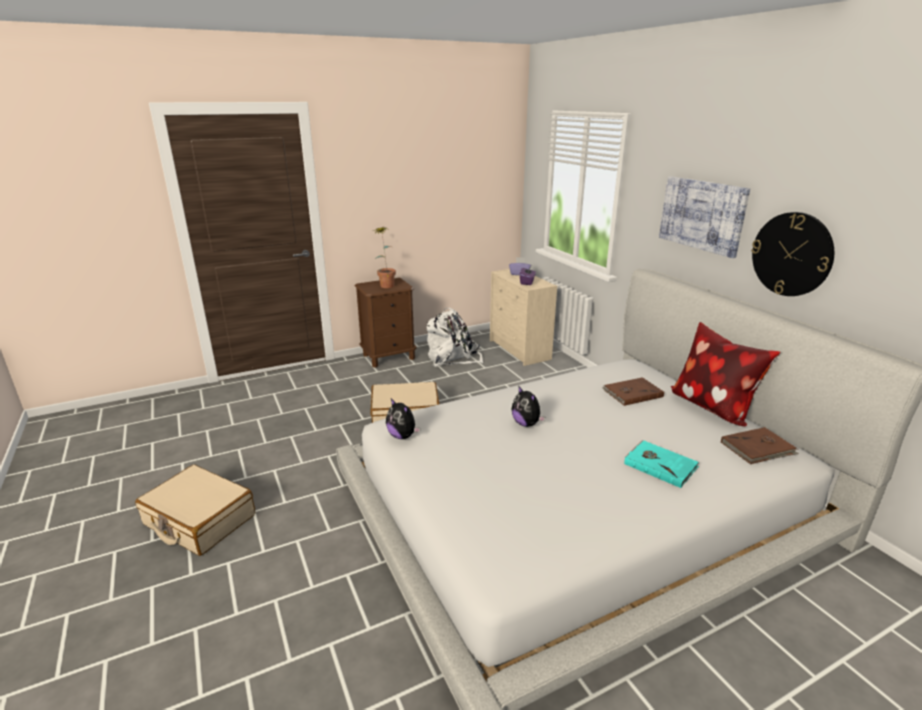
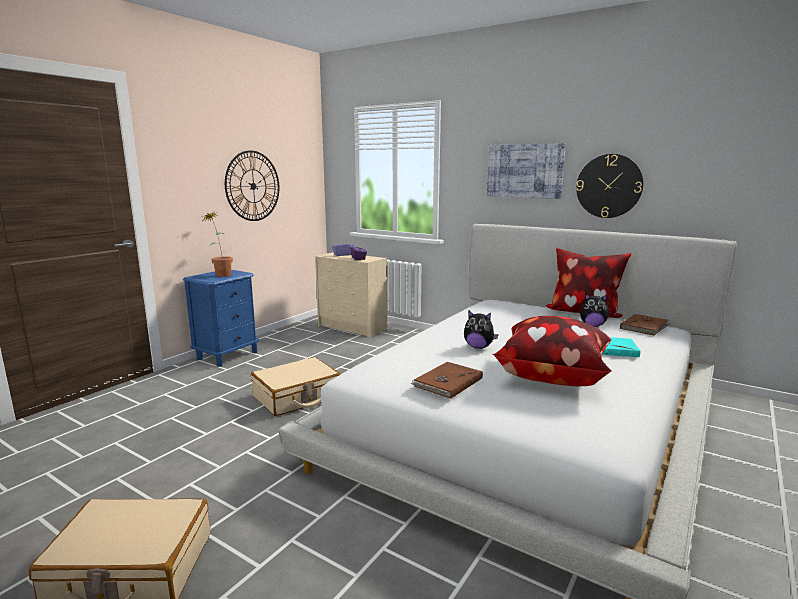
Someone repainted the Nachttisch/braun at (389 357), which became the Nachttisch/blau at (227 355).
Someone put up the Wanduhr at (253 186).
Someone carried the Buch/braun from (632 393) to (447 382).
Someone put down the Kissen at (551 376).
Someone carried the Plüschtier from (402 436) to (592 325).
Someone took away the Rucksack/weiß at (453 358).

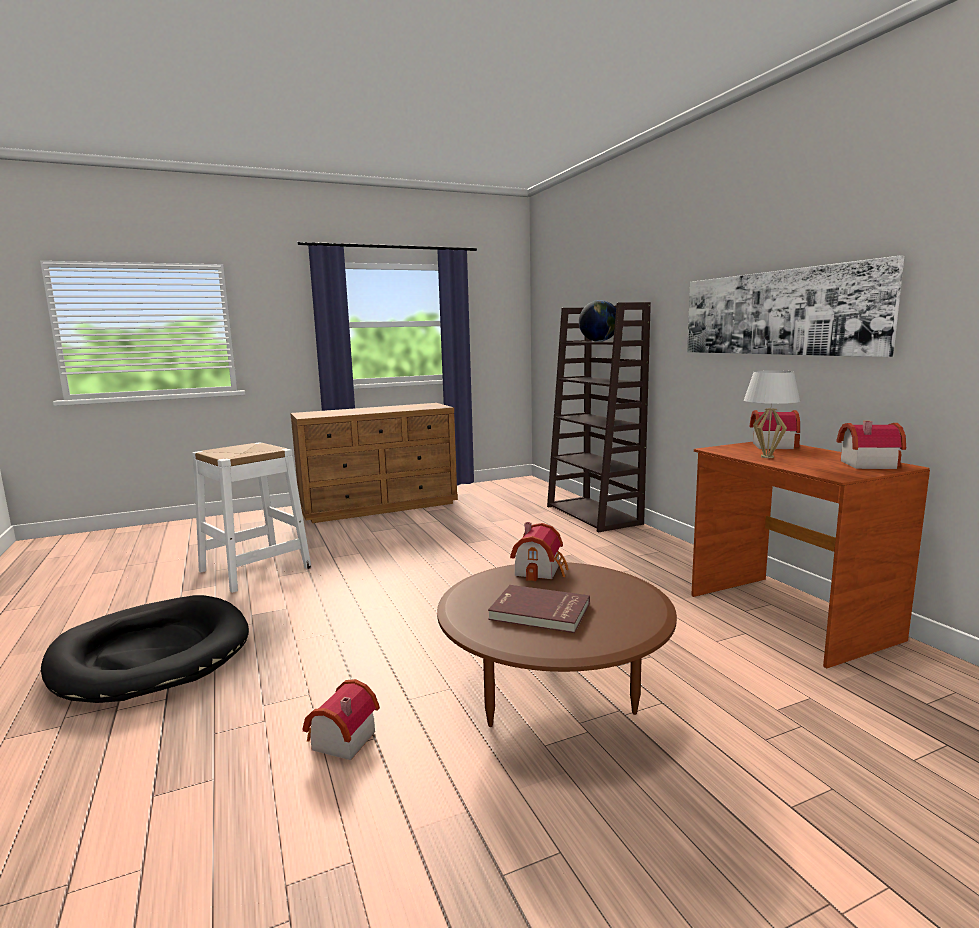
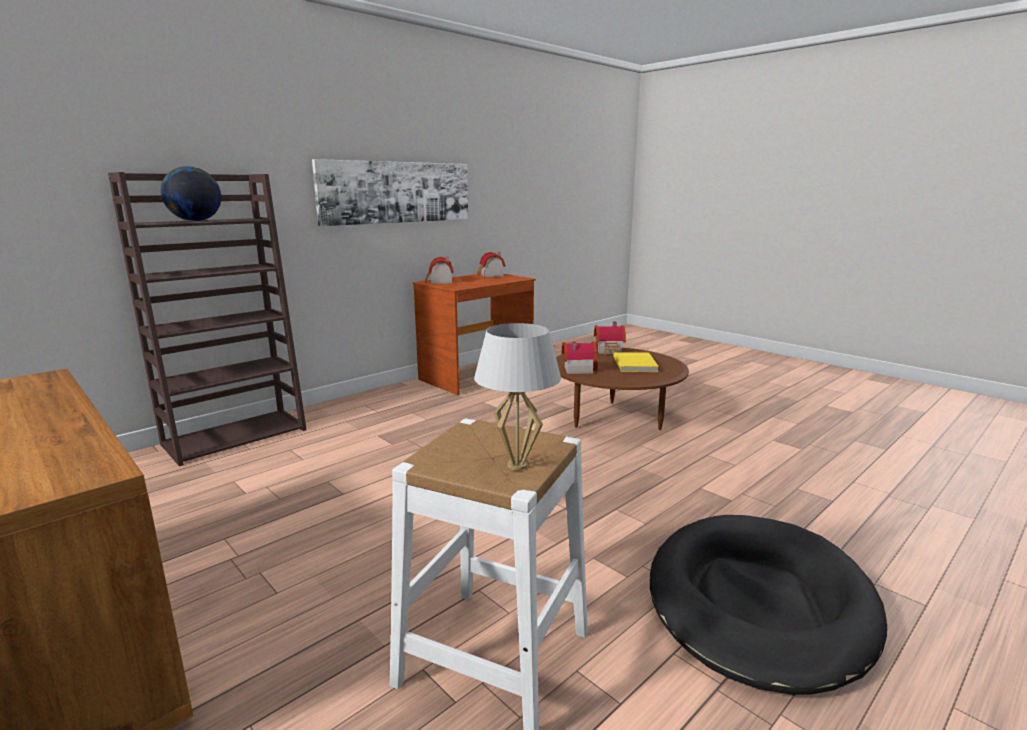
Someone carried the Tischlampe/weiß from (767 457) to (517 465).
Someone carried the Spielzeughaus from (339 741) to (609 351).
Someone repainted the Buch/rot at (539 612), which became the Buch/gelb at (636 364).

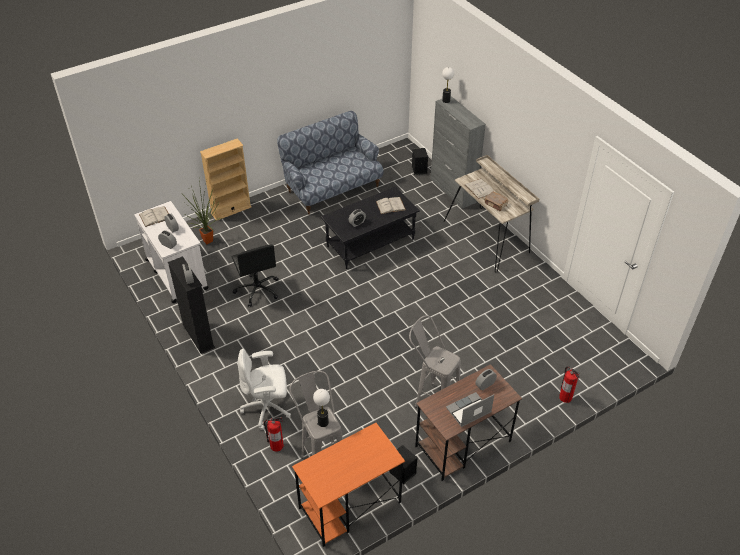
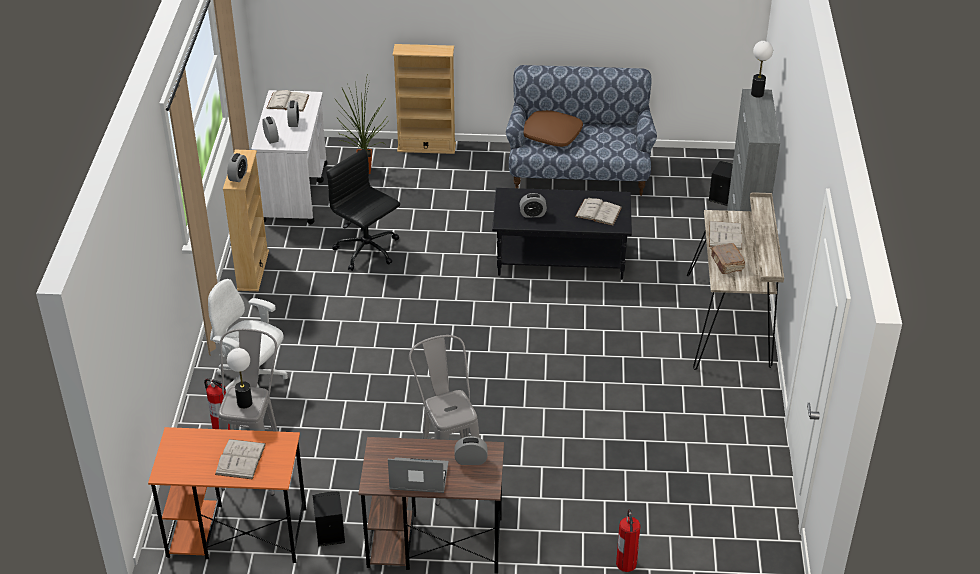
Someone put down the Buch/weiß at (240 459).
Someone repainted the Bücherregal/schwarz at (198 336), which became the Bücherregal/beige at (253 270).
Someone rotated the Bürostuhl/schwarz at (257 290) by 120 degrees clockwise.
Someone put down the Kissen/braun at (552 134).

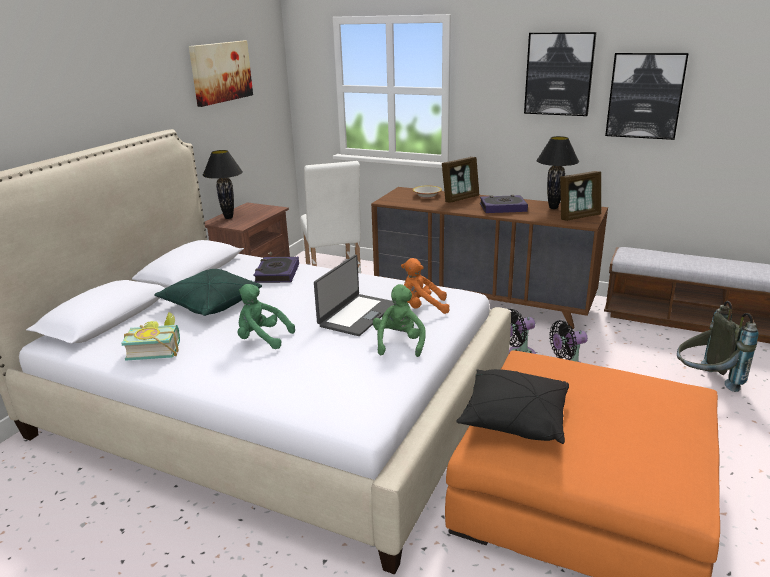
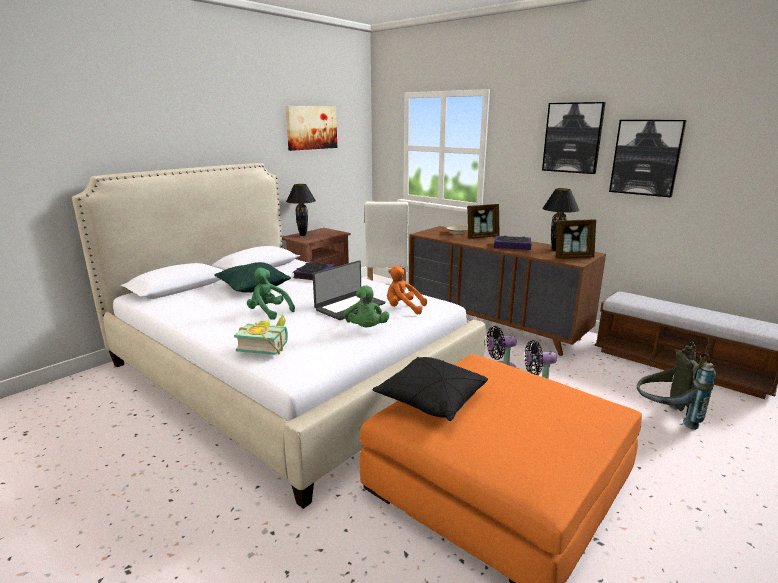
Someone carried the Buch from (156 349) to (265 346).
Someone rotated the Plüschtier/grün at (399 343) by 150 degrees clockwise.

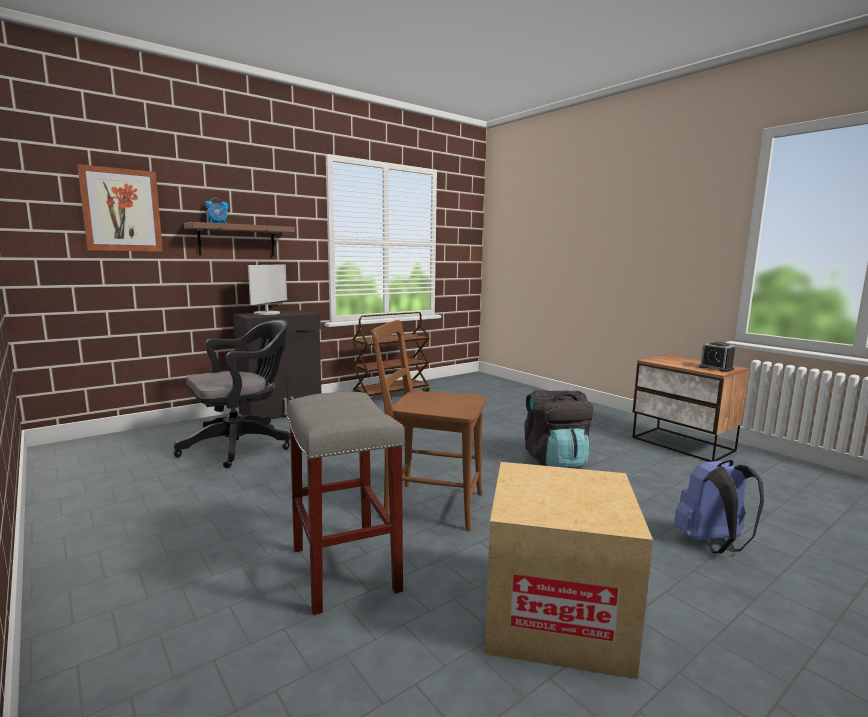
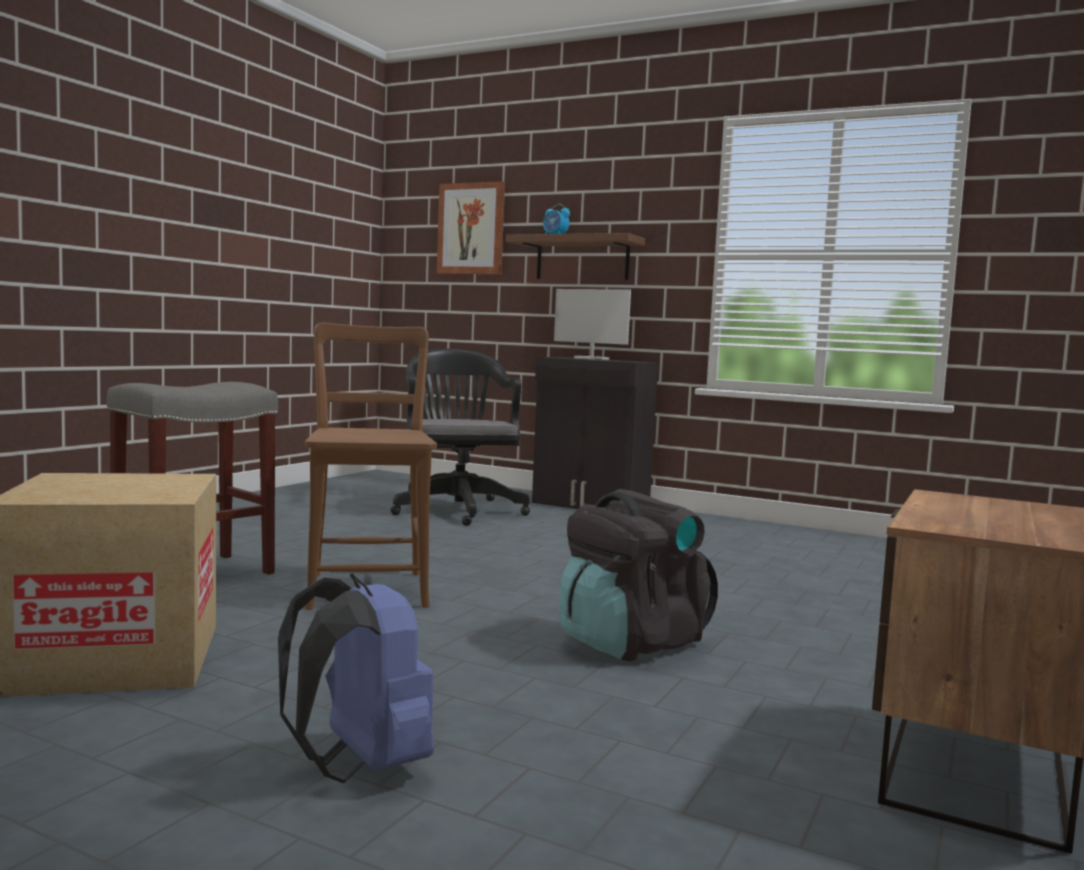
Someone rotated the Bürostuhl/schwarz at (242 445) by 135 degrees counterclockwise.
Someone rotated the Monitor at (267 313) by 45 degrees clockwise.
Someone took away the Rollwagen/braun at (391 396).
Someone took away the Wecker at (716 368).

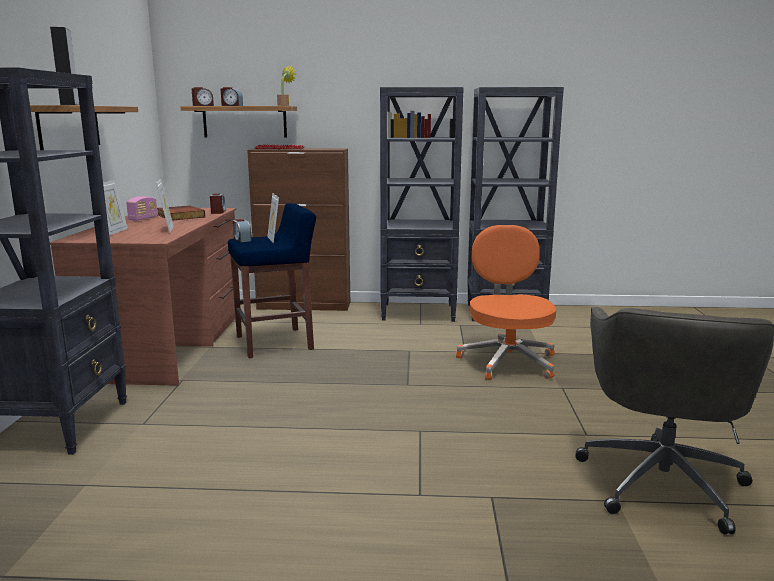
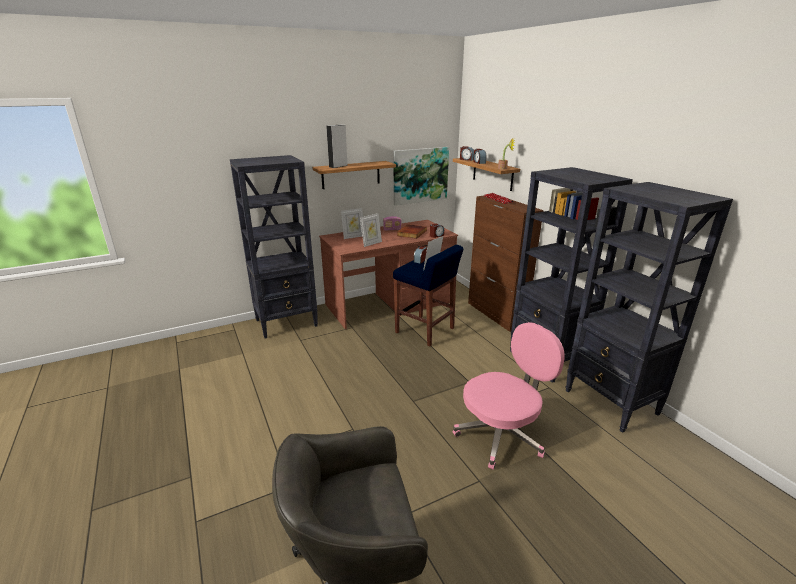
Someone put up the Bild at (420 175).
Someone repainted the Bürostuhl/orange at (507 361), which became the Bürostuhl/rosa at (501 435).

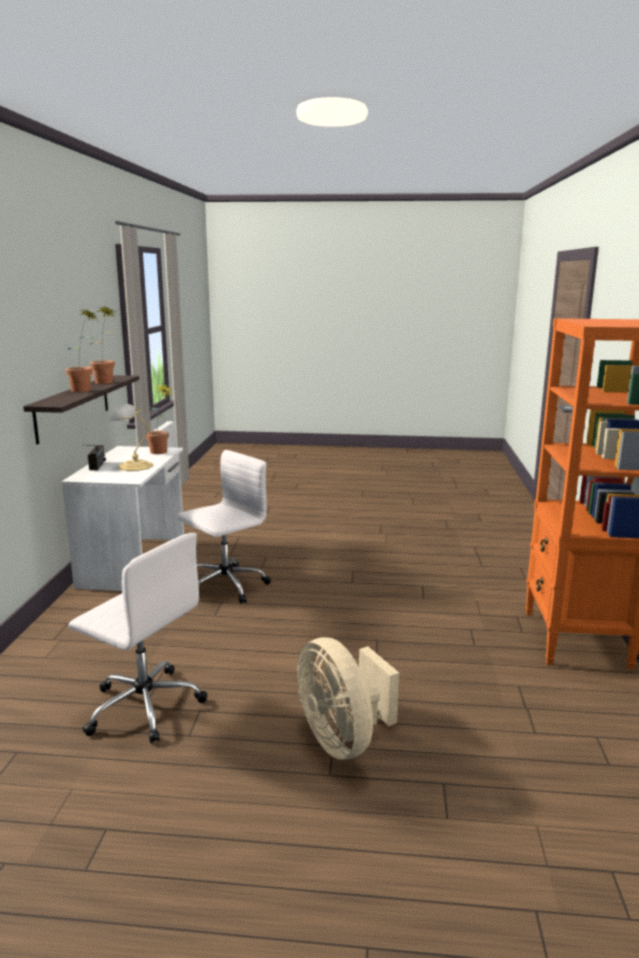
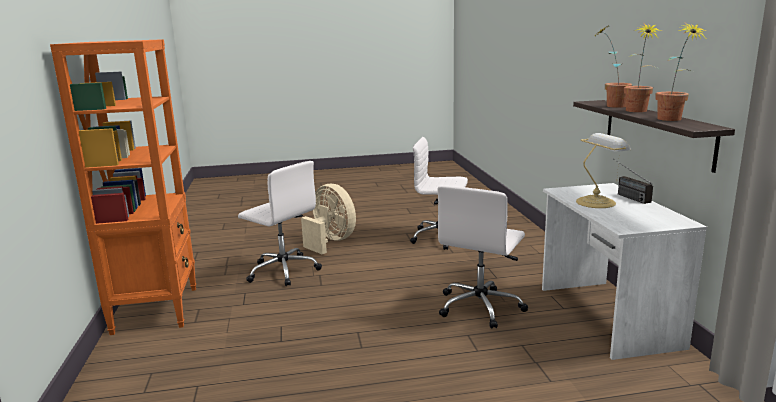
Someone put down the Bürostuhl/weiß at (283 270).
Someone carried the Topfpflanze from (161 453) to (610 106).

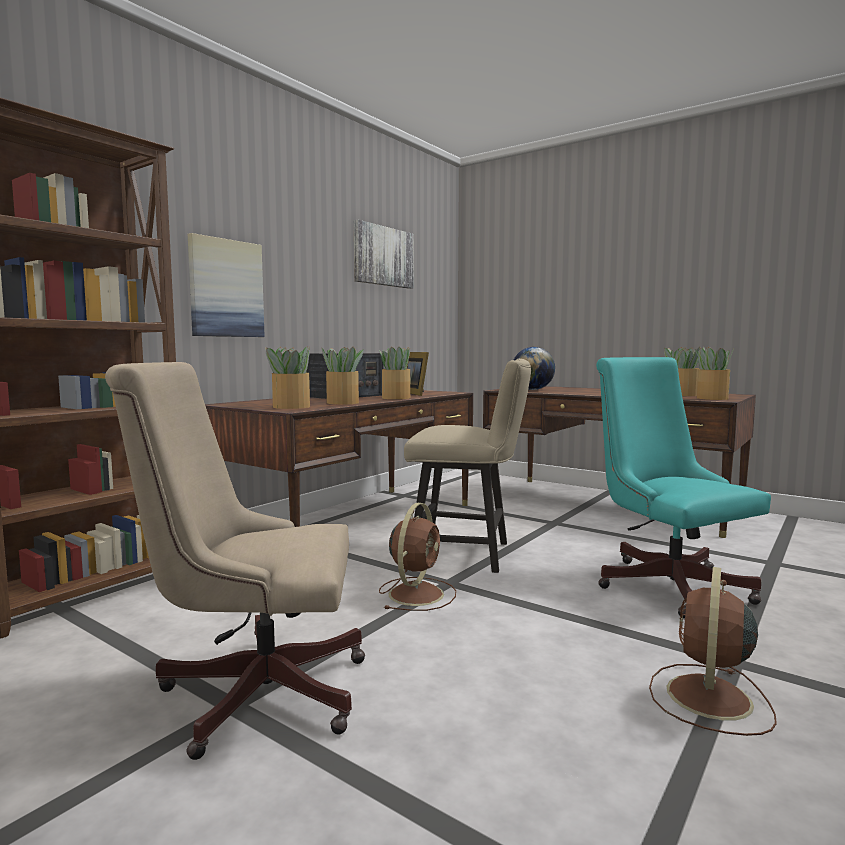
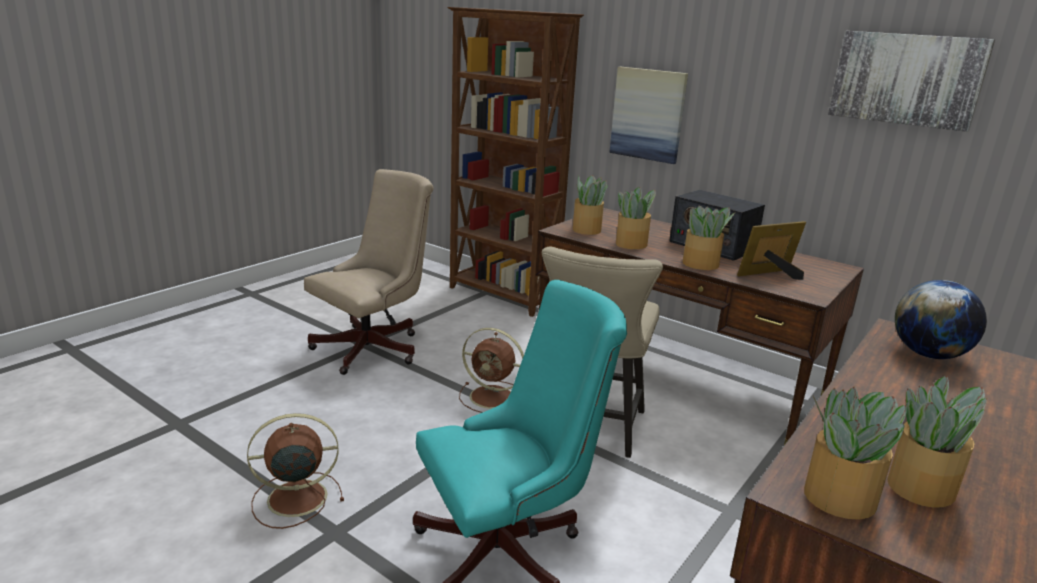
Someone rotated the Ventilator/braun at (708 699) by 45 degrees counterclockwise.
Someone rotated the Bürostuhl/beige at (252 691) by 45 degrees clockwise.

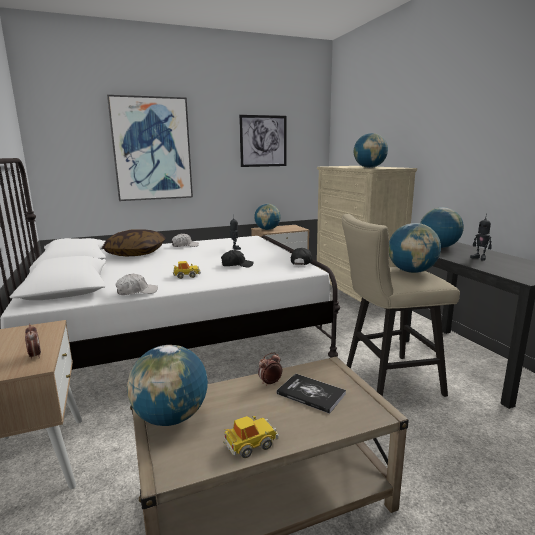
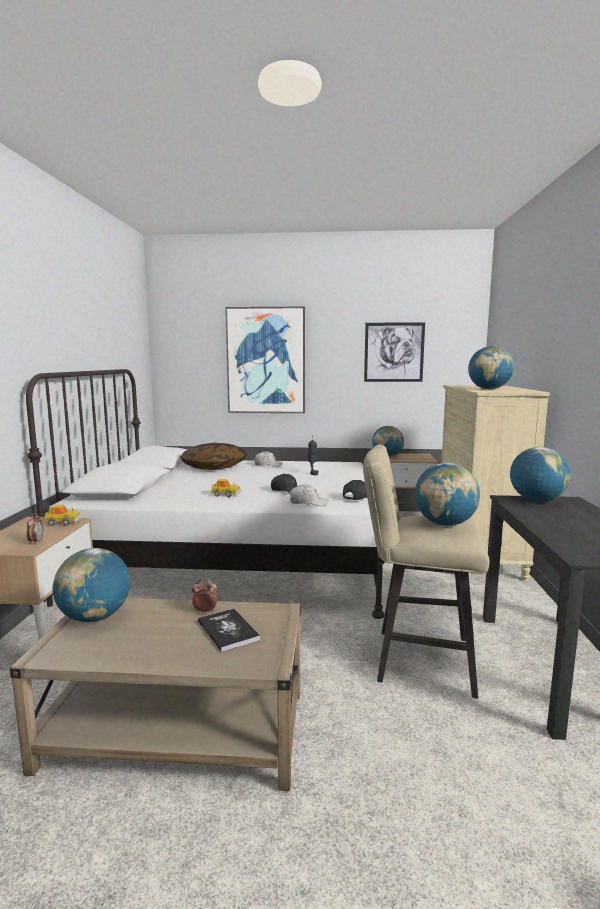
Someone carried the Spielzeugauto from (251 444) to (63 522).
Someone carried the Kappe/weiß from (136 292) to (308 502).
Someone took away the Spielzeugroboter at (479 258).

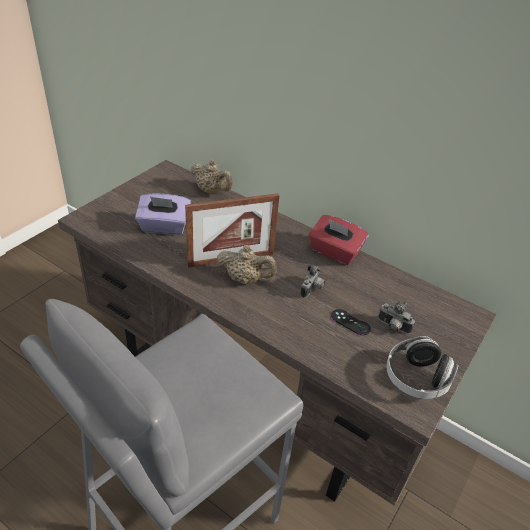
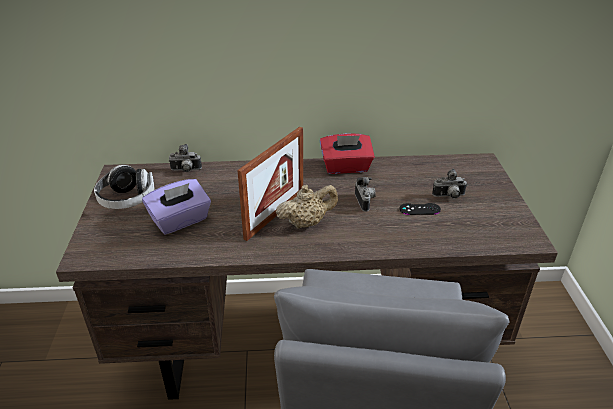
Someone carried the Kopfhörer from (416 378) to (127 200).
Someone swapped the Teekanne/beige at (211 191) for the Kamera at (186 170).

